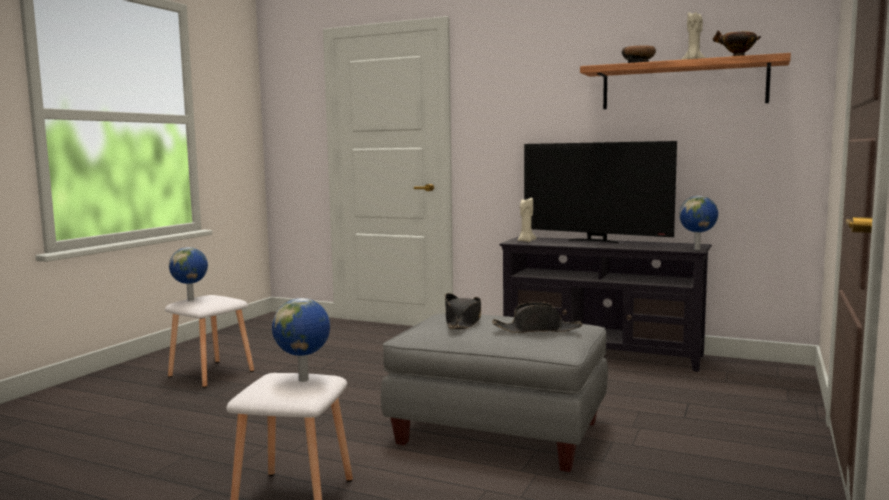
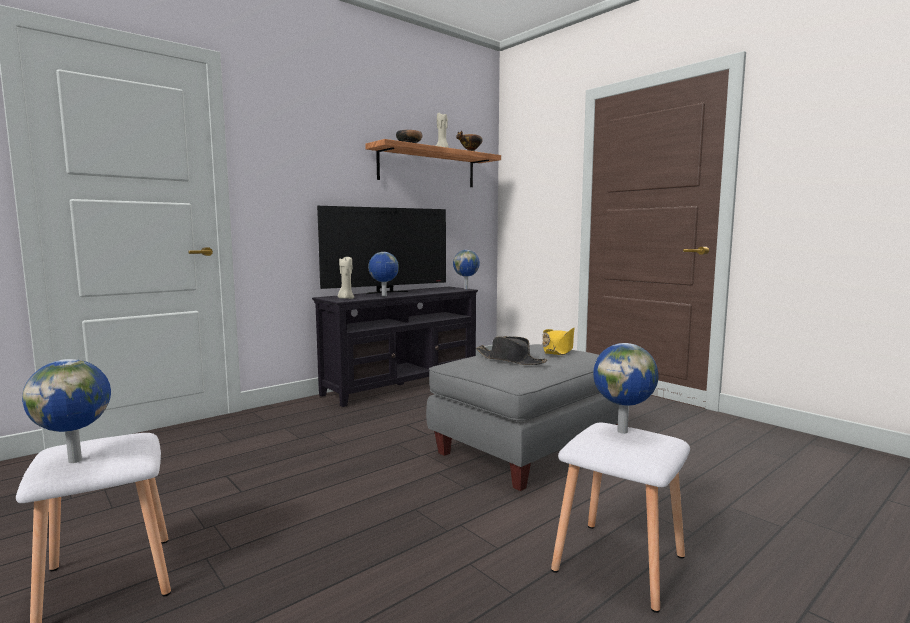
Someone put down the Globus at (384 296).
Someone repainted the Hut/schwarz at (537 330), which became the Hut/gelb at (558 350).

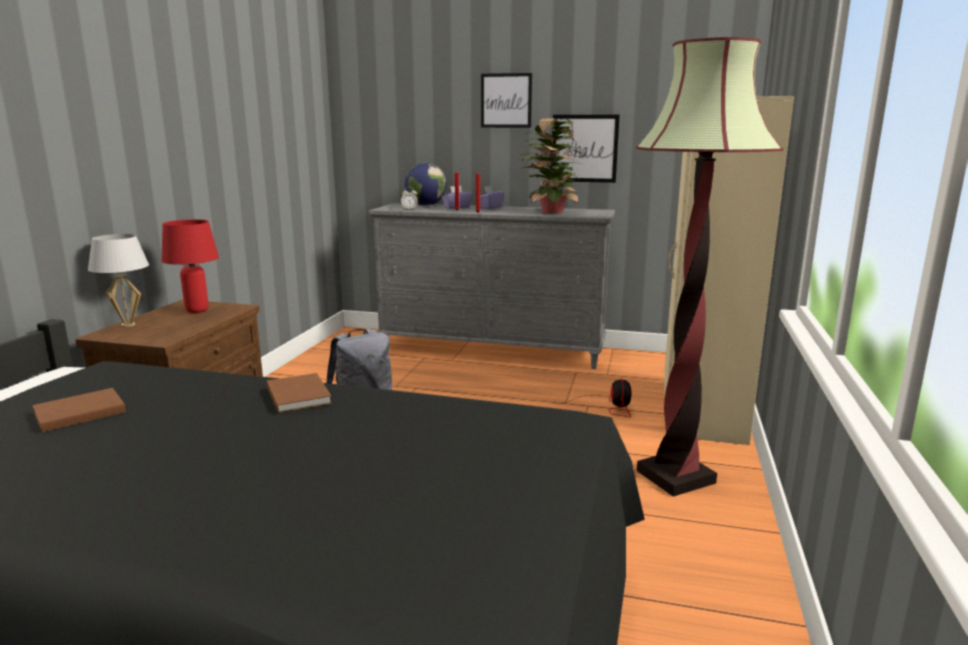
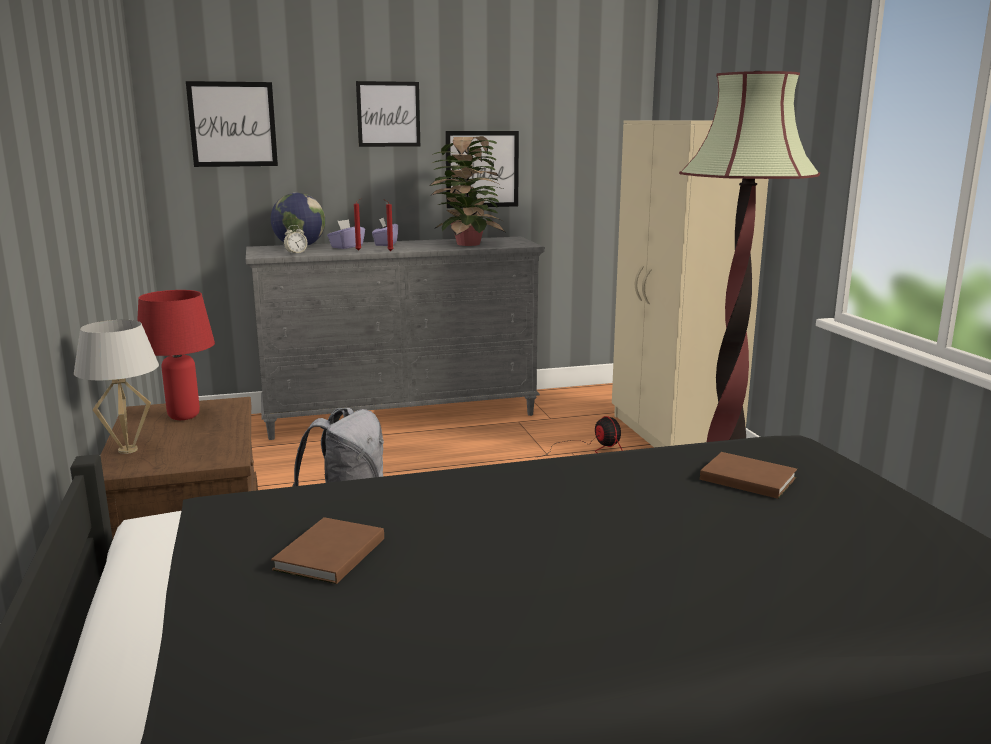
Someone put up the Bild at (232 124).
Someone carried the Buch/braun from (299 395) to (746 477).

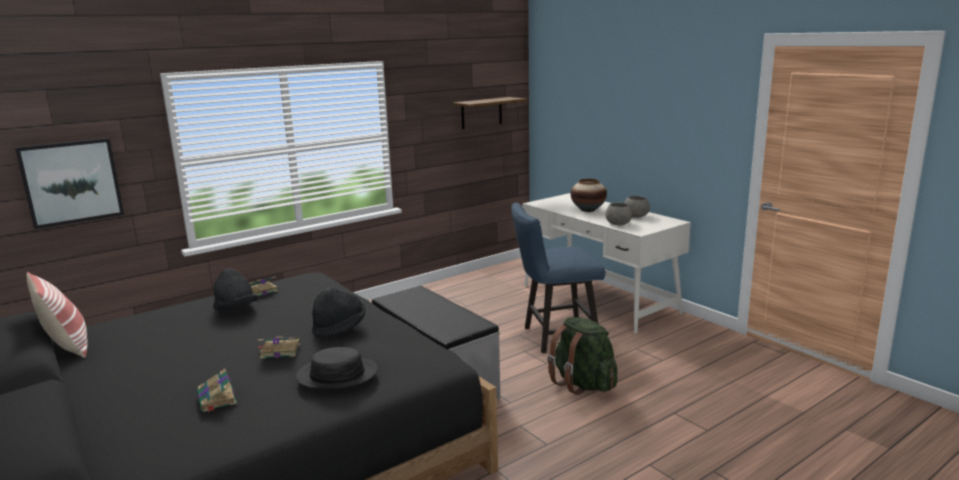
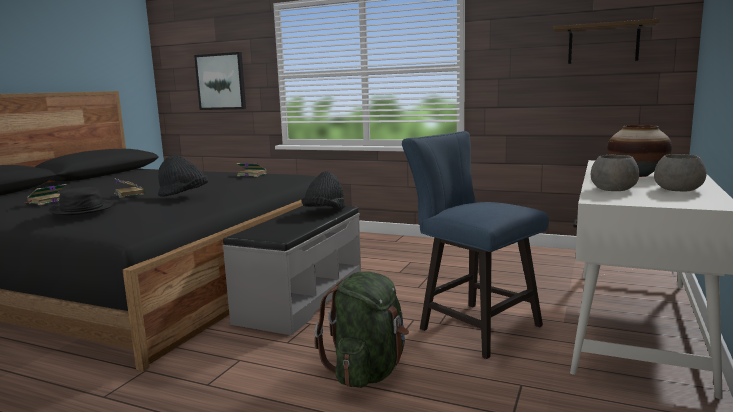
Someone carried the Hut/schwarz from (236 309) to (324 211).
Someone took away the Kissen at (67 347).

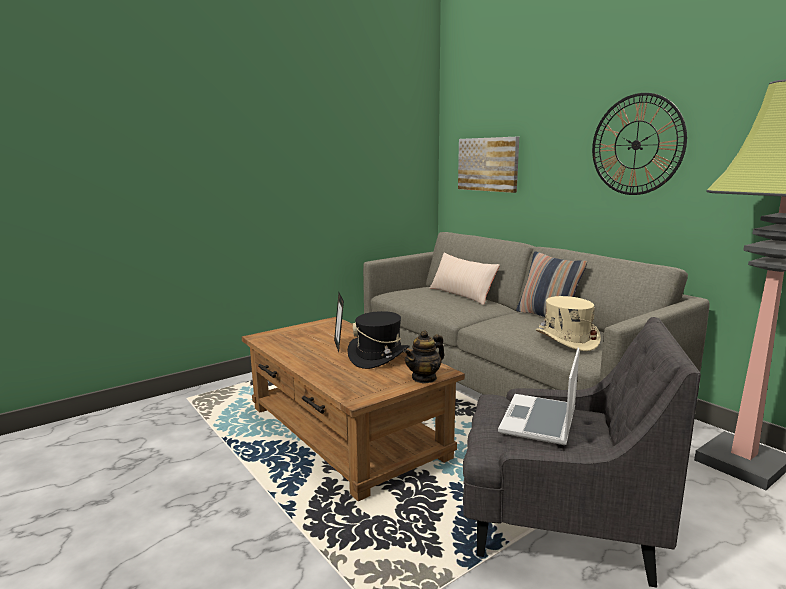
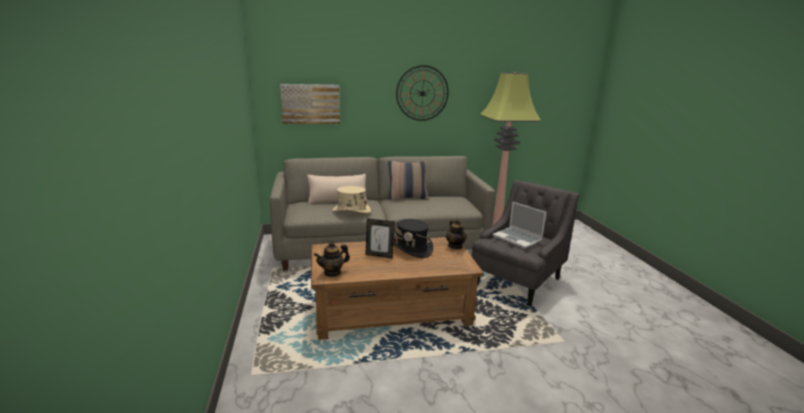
Someone put down the Teekanne at (332 272).
Someone carried the Hut/beige from (566 340) to (351 211).

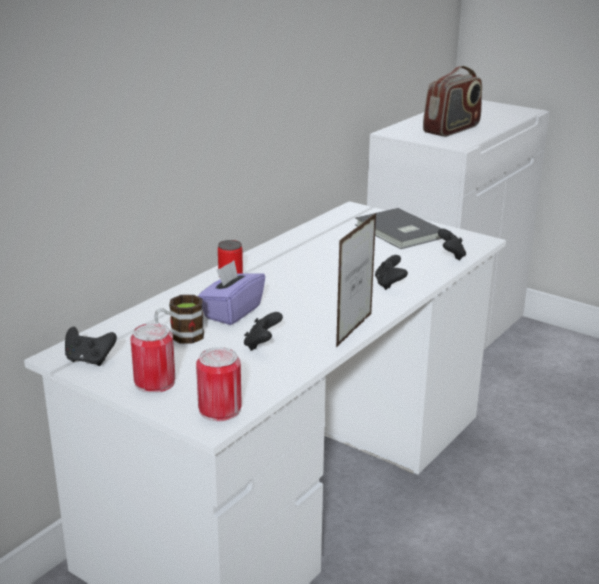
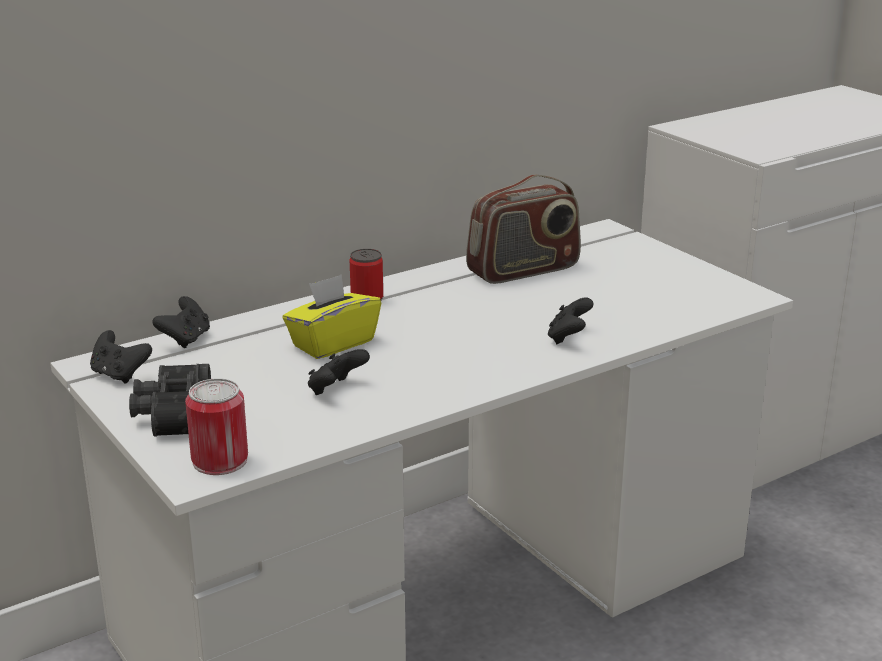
Someone swapped the Dose at (154 382) for the Fernglas/schwarz at (171 414).
Someone carried the Gamepad/schwarz from (451 256) to (185 339).
Someone repainted the Taschentuchbox/lila at (232 312), which became the Taschentuchbox/gelb at (332 343).
Someone carried the Radio from (452 129) to (523 270).
Someone took away the Henkelbecher at (180 337).
Someone took away the Bilderrahmen at (354 330).
Someone took away the Buch/grau at (398 232).

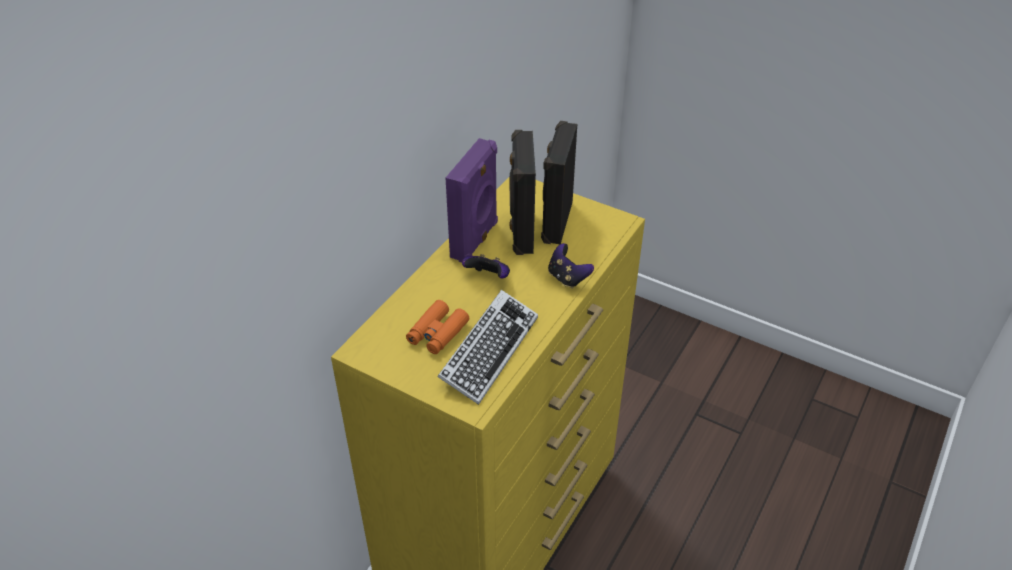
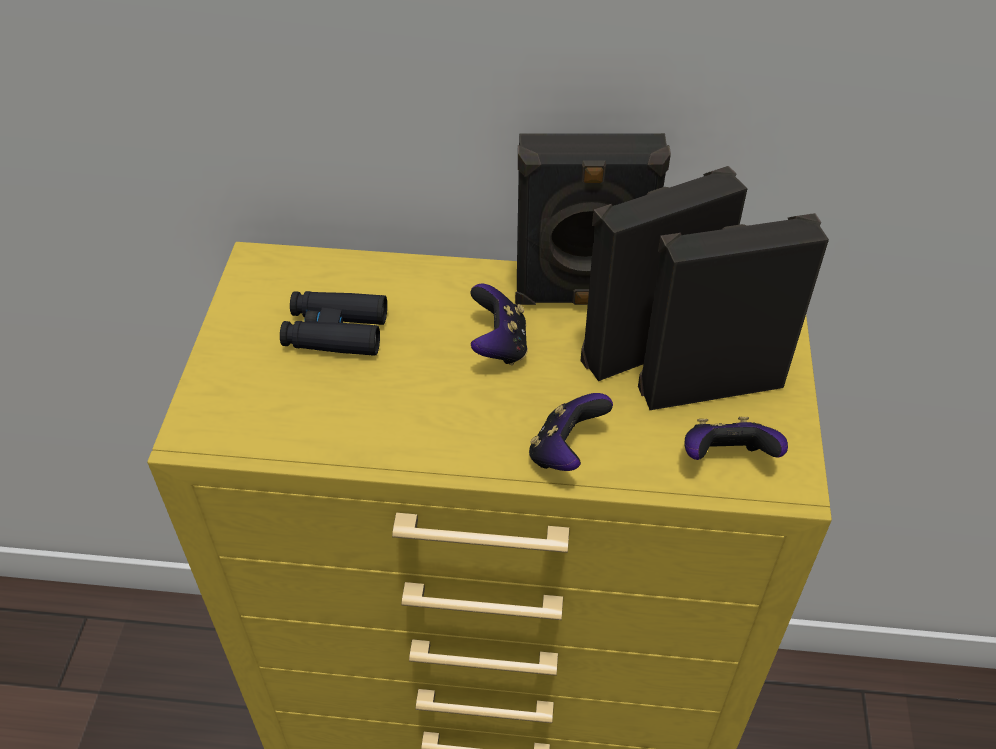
Someone repainted the Fernglas/orange at (437 333), which became the Fernglas/schwarz at (335 332).
Someone repainted the Lautsprecher/lila at (476 240), which became the Lautsprecher/schwarz at (581 297).
Someone put down the Gamepad at (726 459).
Someone took away the Tastatur at (489 351).

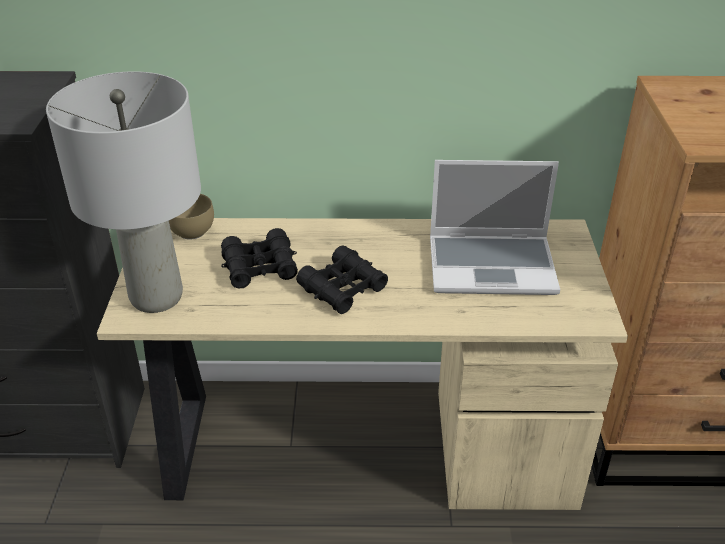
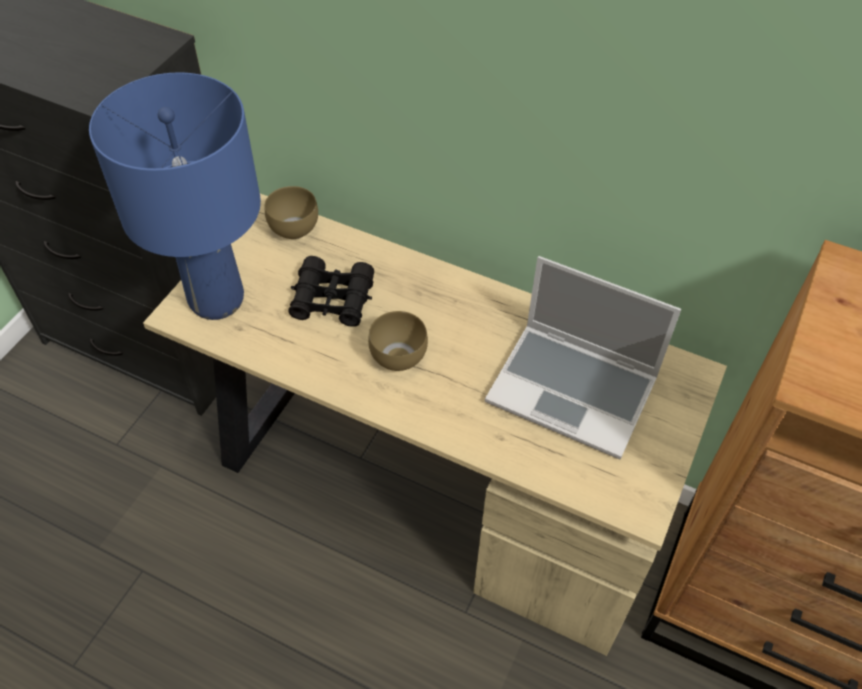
Someone repainted the Tischlampe/grau at (157 297), which became the Tischlampe/blau at (218 300).
Someone swapped the Fernglas/schwarz at (343 288) for the Schüssel/braun at (397 359).

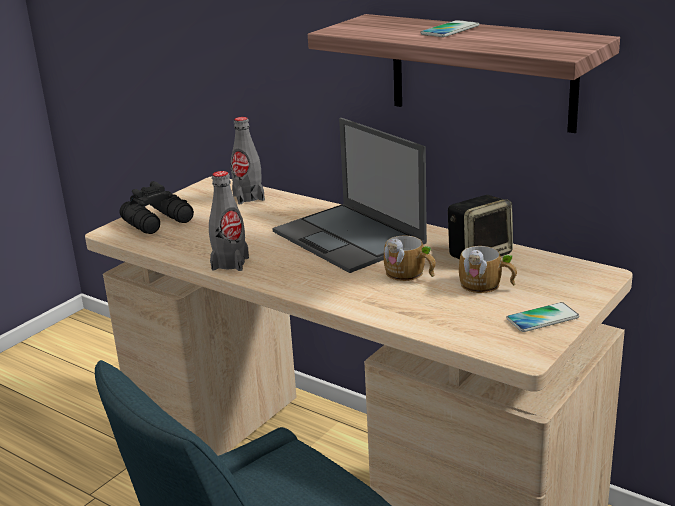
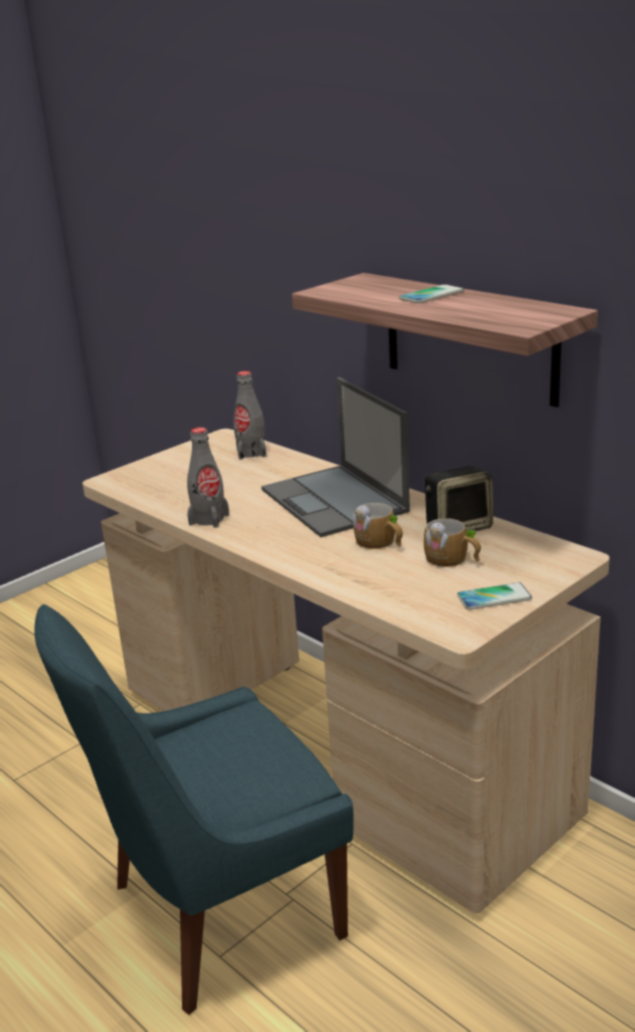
Someone took away the Fernglas/schwarz at (160 222).

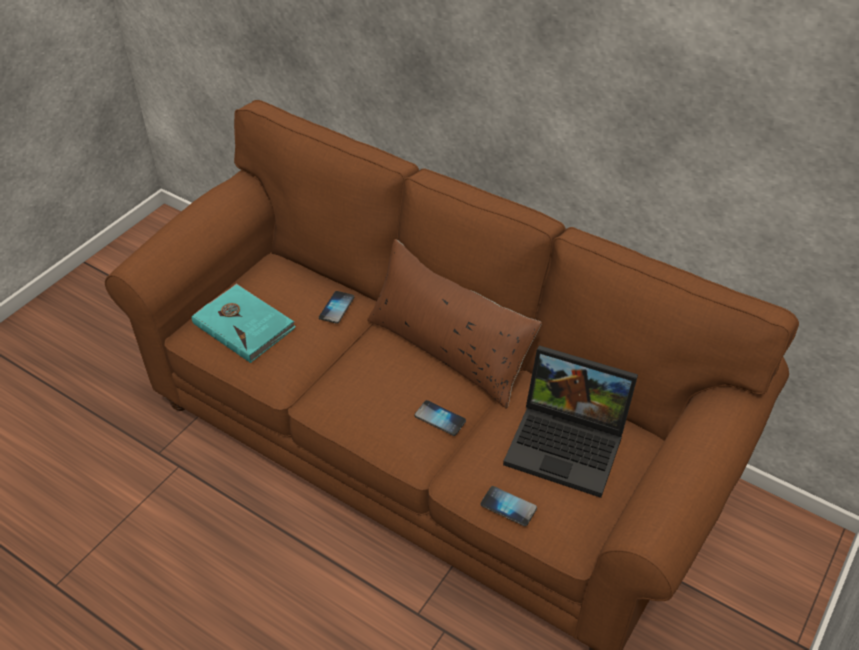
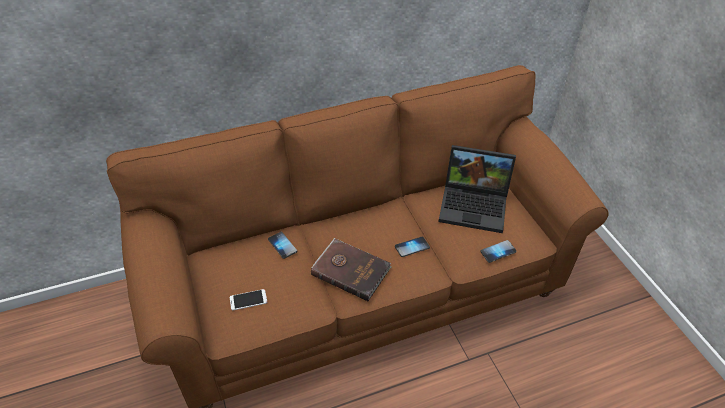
Someone swapped the Buch/türkis at (244 325) for the Handy at (248 300).
Someone put down the Buch/braun at (351 270).
Someone rotated the Laptop at (569 444) by 45 degrees clockwise.
Someone took away the Kissen/braun at (448 349).

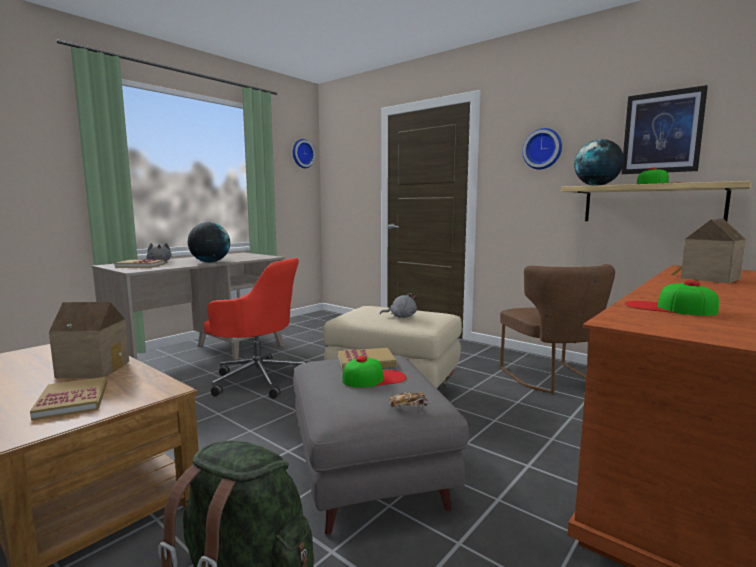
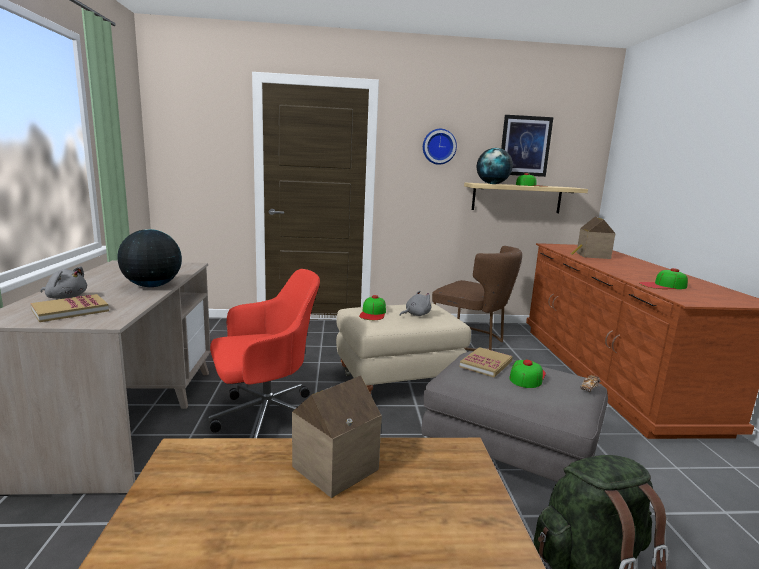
Someone put down the Kappe at (373 313).
Someone took away the Buch at (72 400).
Someone took away the Wanduhr at (302 154).

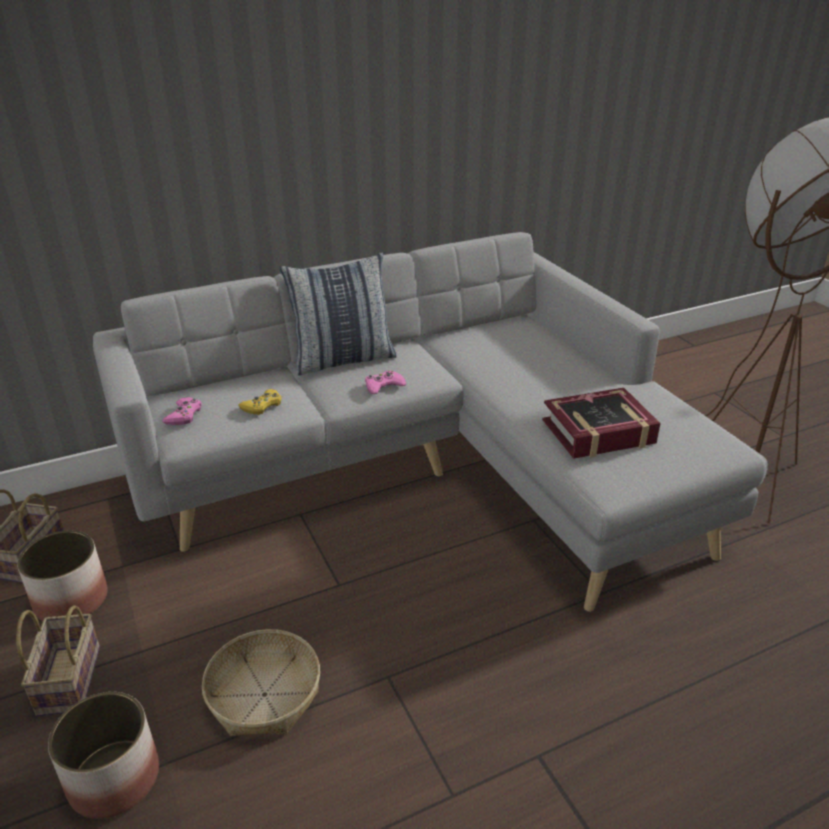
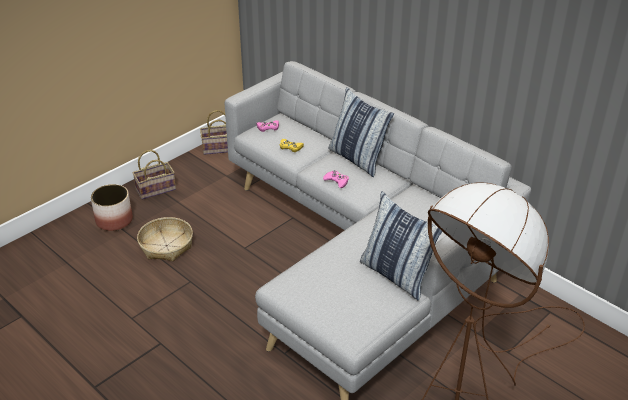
Someone put down the Kissen at (396 275).
Someone took away the Pflanzkübel at (71 600).
Someone took away the Buch at (598 432).

